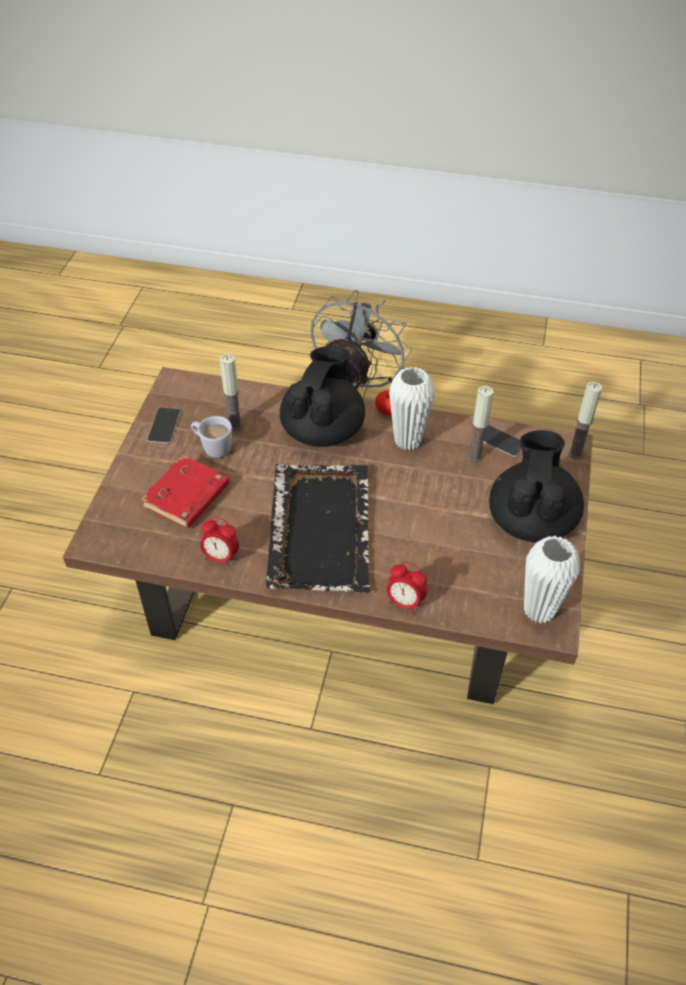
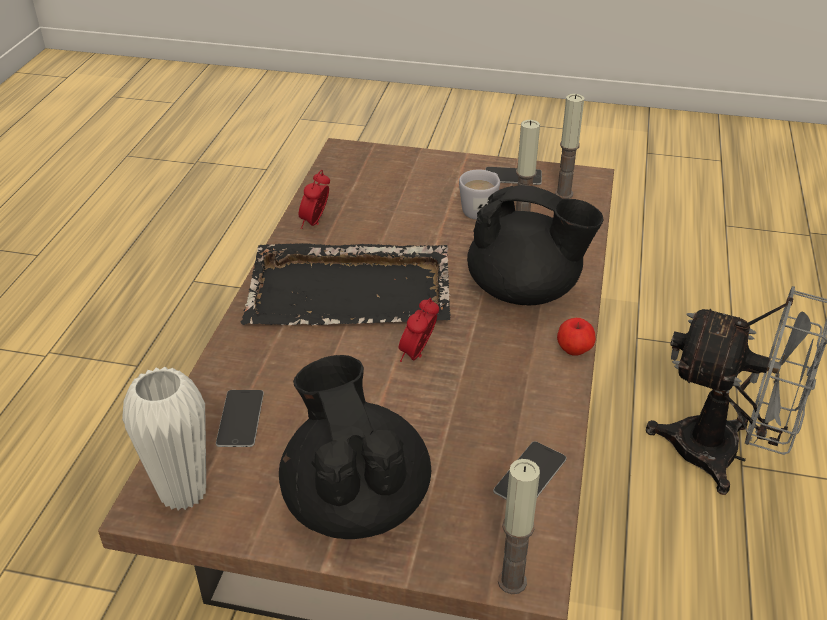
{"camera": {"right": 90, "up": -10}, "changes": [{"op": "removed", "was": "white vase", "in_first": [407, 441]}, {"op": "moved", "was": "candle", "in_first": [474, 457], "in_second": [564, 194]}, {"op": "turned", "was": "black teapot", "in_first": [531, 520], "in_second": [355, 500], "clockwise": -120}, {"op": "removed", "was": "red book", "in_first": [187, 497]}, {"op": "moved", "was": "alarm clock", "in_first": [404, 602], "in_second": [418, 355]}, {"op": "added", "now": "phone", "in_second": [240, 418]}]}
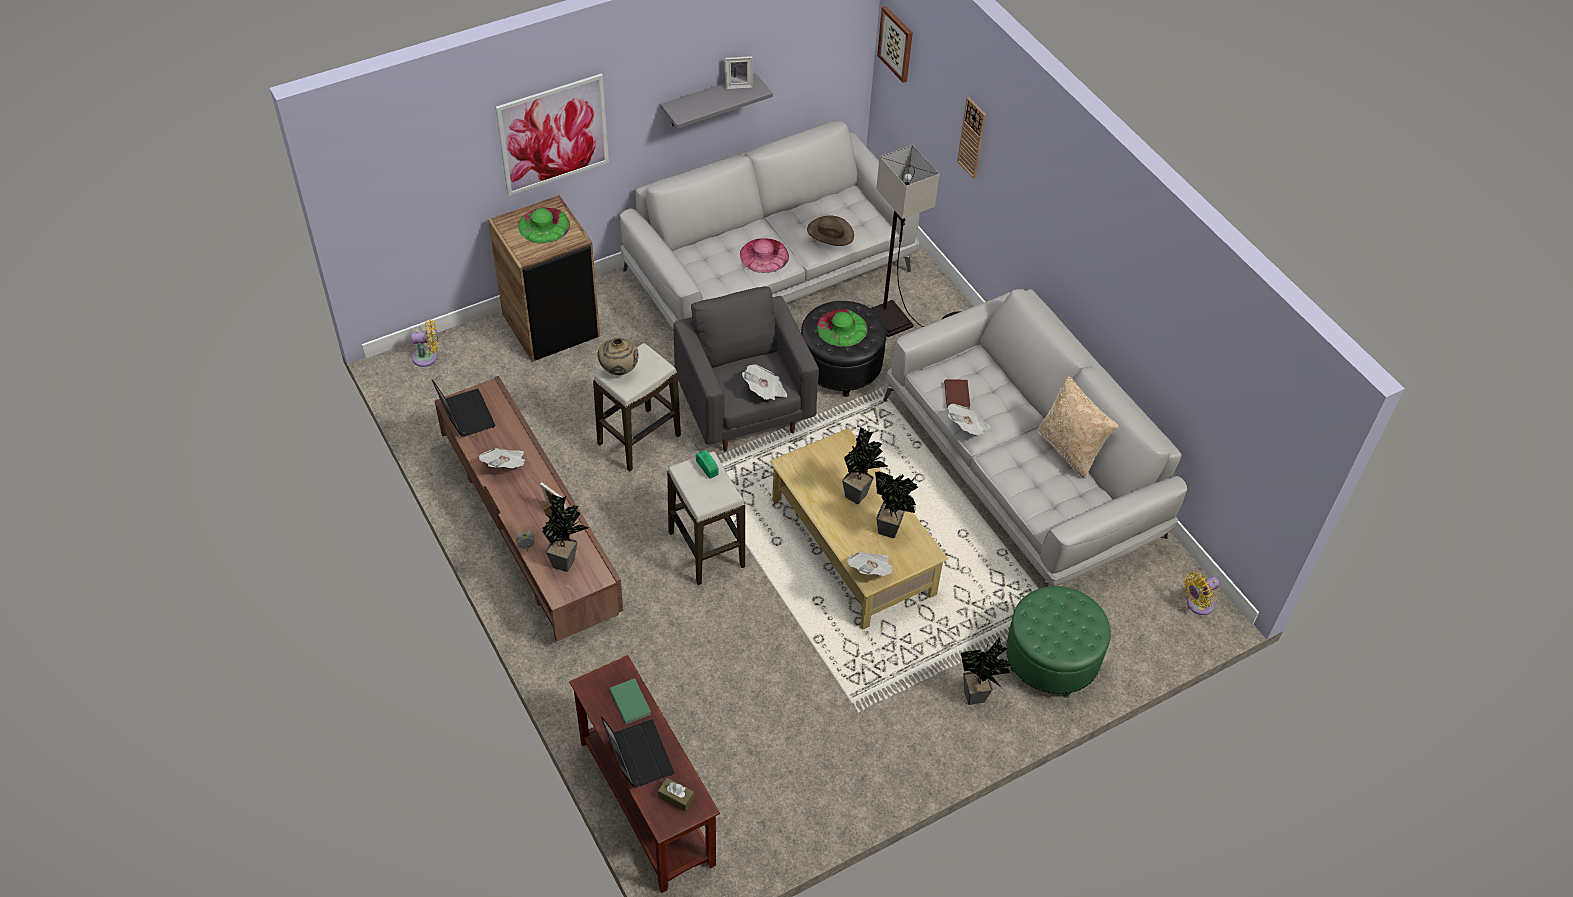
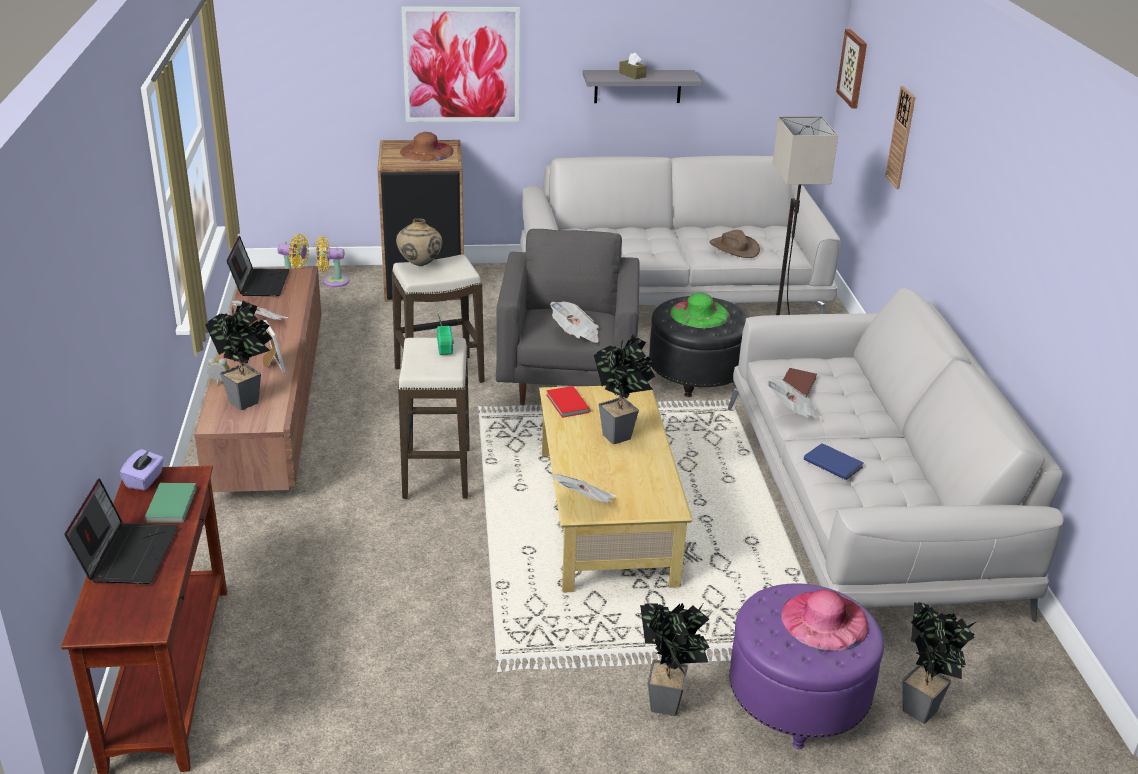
{"camera": {"right": 25, "up": -20}, "changes": [{"op": "removed", "was": "picture frame", "in_first": [738, 84]}, {"op": "recoloured", "was": "green hat", "now": "brown hat", "in_first": [543, 225], "in_second": [426, 151]}, {"op": "moved", "was": "pink hat", "in_first": [764, 255], "in_second": [824, 620]}, {"op": "removed", "was": "beige pillow", "in_first": [1069, 451]}, {"op": "moved", "was": "potted plant", "in_first": [891, 532], "in_second": [922, 715]}, {"op": "moved", "was": "yellow fan", "in_first": [1197, 604], "in_second": [333, 281]}, {"op": "recoloured", "was": "green ottoman", "now": "purple ottoman", "in_first": [1051, 660], "in_second": [797, 700]}, {"op": "moved", "was": "brown tissue box", "in_first": [676, 797], "in_second": [632, 75]}, {"op": "added", "now": "red book", "in_second": [567, 404]}, {"op": "added", "now": "blue book", "in_second": [833, 463]}, {"op": "added", "now": "purple tissue box", "in_second": [145, 480]}]}
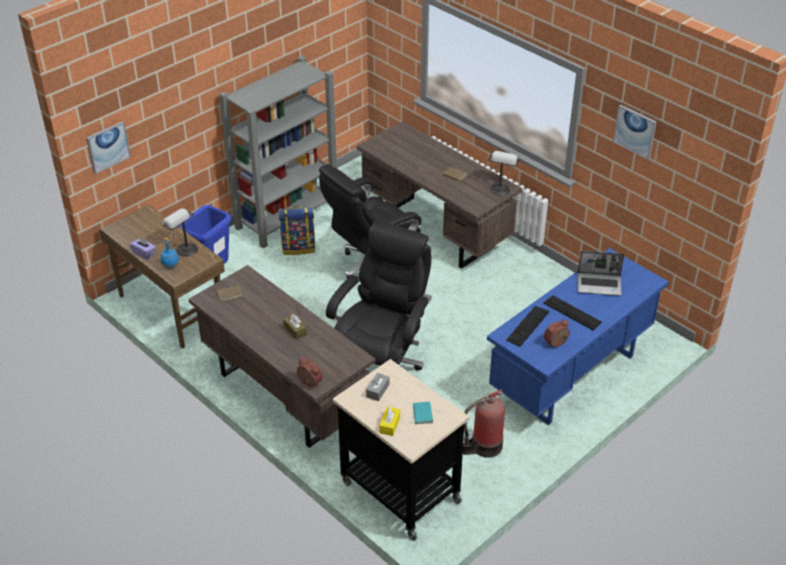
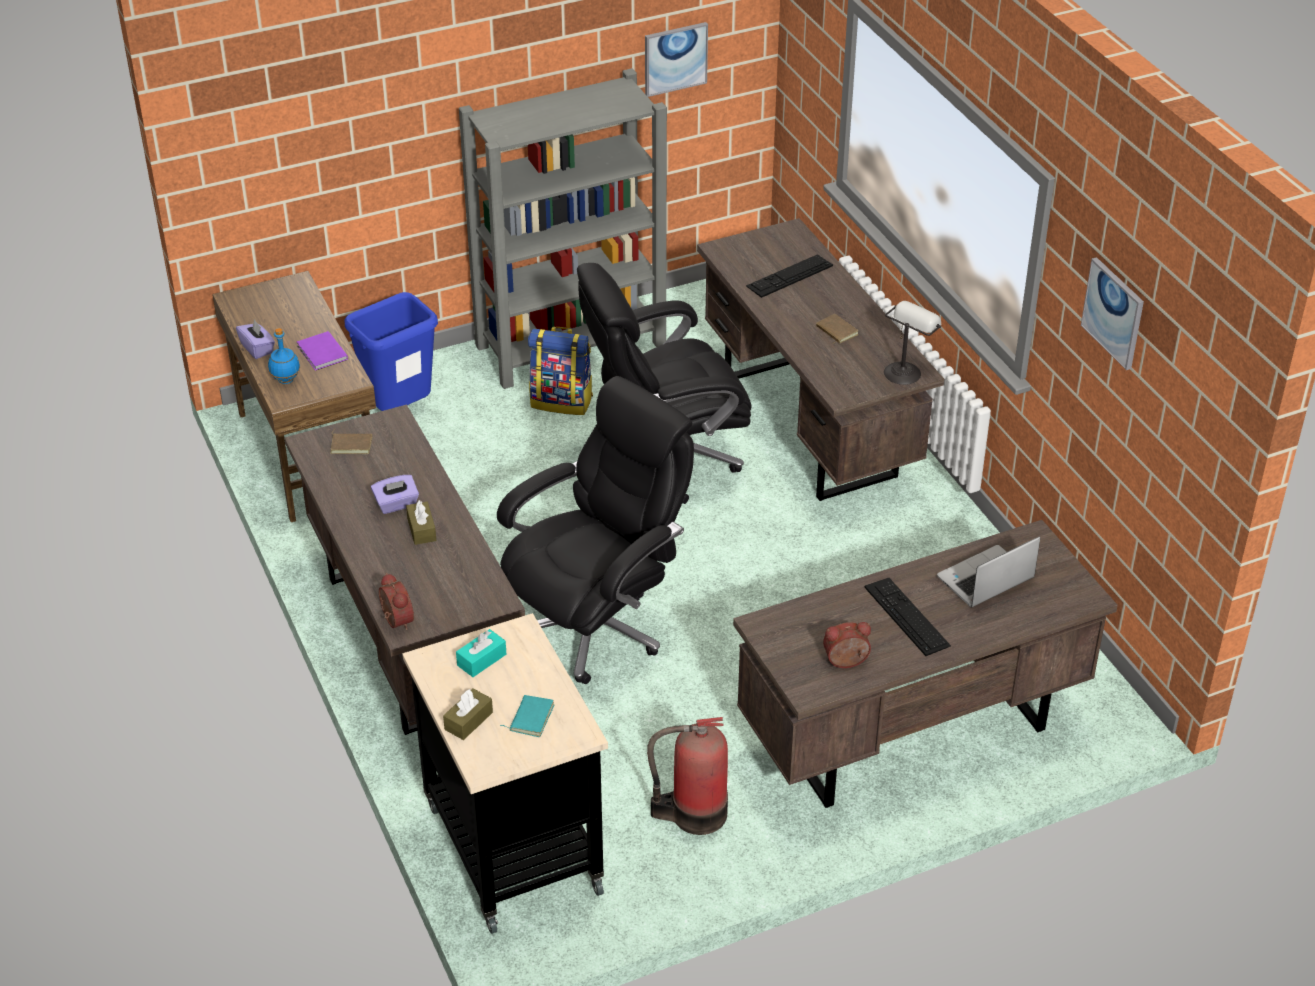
{"camera": {"right": 20, "up": 0}, "changes": [{"op": "moved", "was": "picture", "in_first": [108, 147], "in_second": [675, 58]}, {"op": "replaced", "was": "table lamp", "now": "purple book", "in_first": [183, 248], "in_second": [322, 354]}, {"op": "recoloured", "was": "blue desk", "now": "brown desk", "in_first": [570, 376], "in_second": [911, 735]}, {"op": "turned", "was": "laptop", "in_first": [599, 284], "in_second": [985, 580], "clockwise": 120}, {"op": "moved", "was": "keyboard", "in_first": [527, 326], "in_second": [789, 276]}, {"op": "recoloured", "was": "grey tissue box", "now": "turquoise tissue box", "in_first": [377, 390], "in_second": [481, 660]}, {"op": "recoloured", "was": "yellow tissue box", "now": "brown tissue box", "in_first": [389, 425], "in_second": [468, 721]}, {"op": "added", "now": "purple tissue box", "in_second": [396, 504]}]}
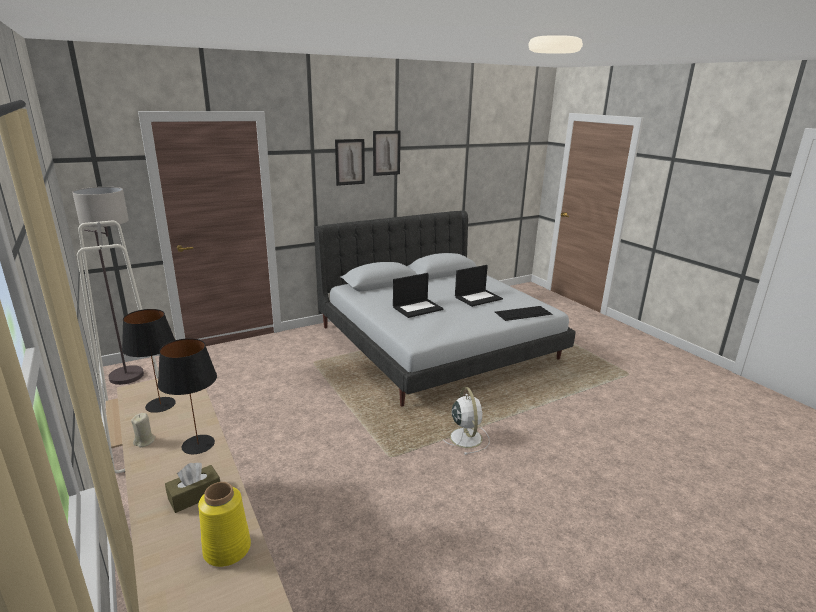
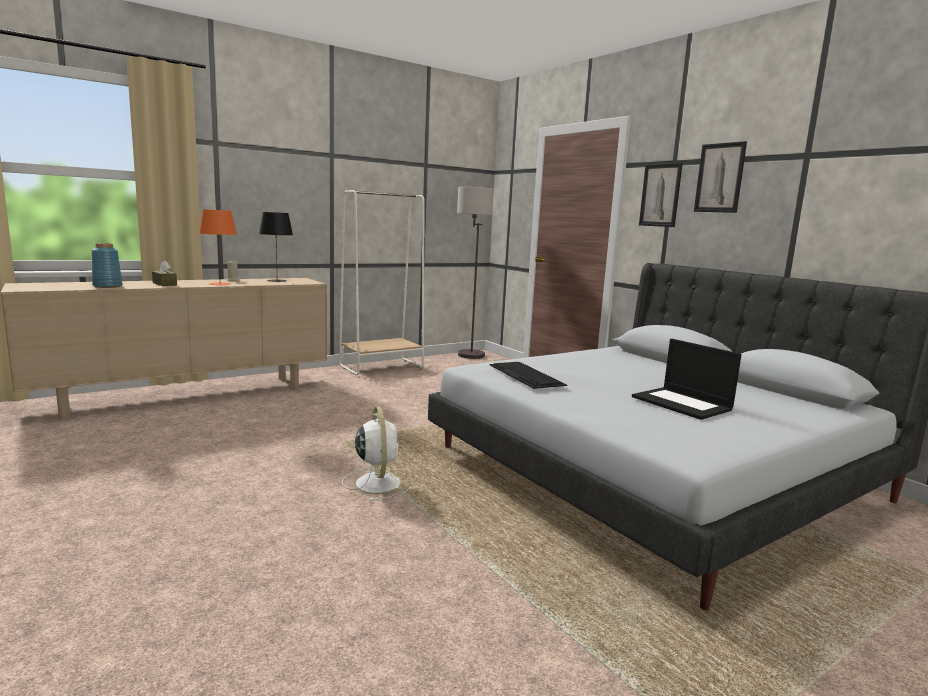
{"camera": {"right": 85, "up": -10}, "changes": [{"op": "moved", "was": "picture", "in_first": [386, 153], "in_second": [660, 195]}, {"op": "removed", "was": "laptop", "in_first": [418, 308]}, {"op": "moved", "was": "keyboard", "in_first": [523, 313], "in_second": [527, 375]}, {"op": "recoloured", "was": "black table lamp", "now": "orange table lamp", "in_first": [197, 445], "in_second": [220, 284]}, {"op": "turned", "was": "white fan", "in_first": [465, 437], "in_second": [377, 482], "clockwise": -90}, {"op": "recoloured", "was": "yellow vase", "now": "blue vase", "in_first": [228, 549], "in_second": [107, 286]}]}
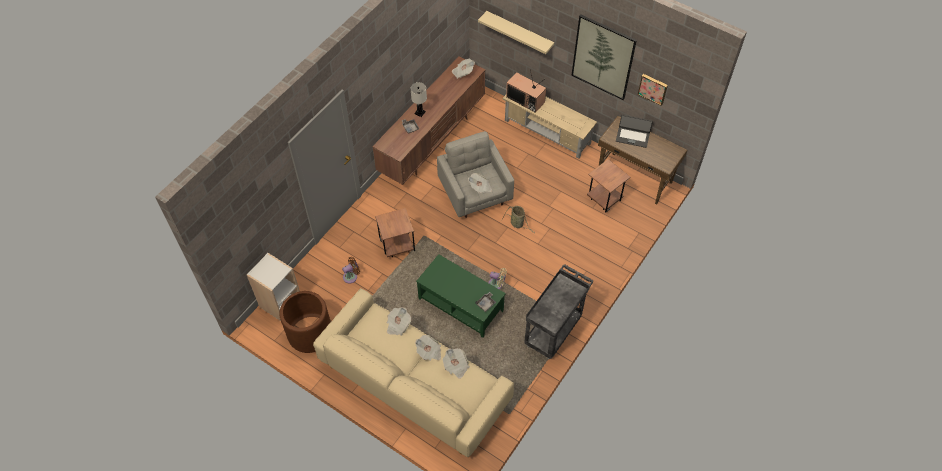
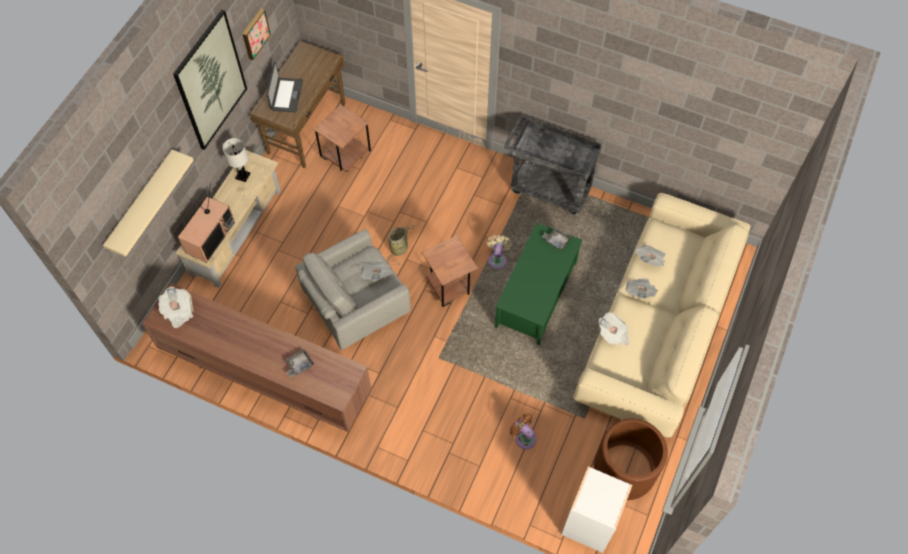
{"camera": {"right": -100, "up": 5}, "changes": [{"op": "moved", "was": "white table lamp", "in_first": [420, 113], "in_second": [243, 176]}, {"op": "moved", "was": "brown side table", "in_first": [397, 246], "in_second": [449, 287]}]}
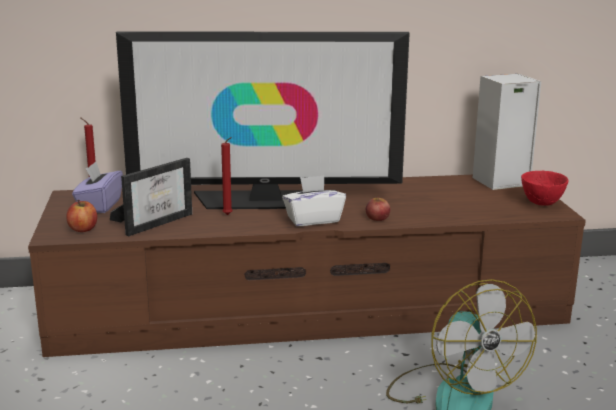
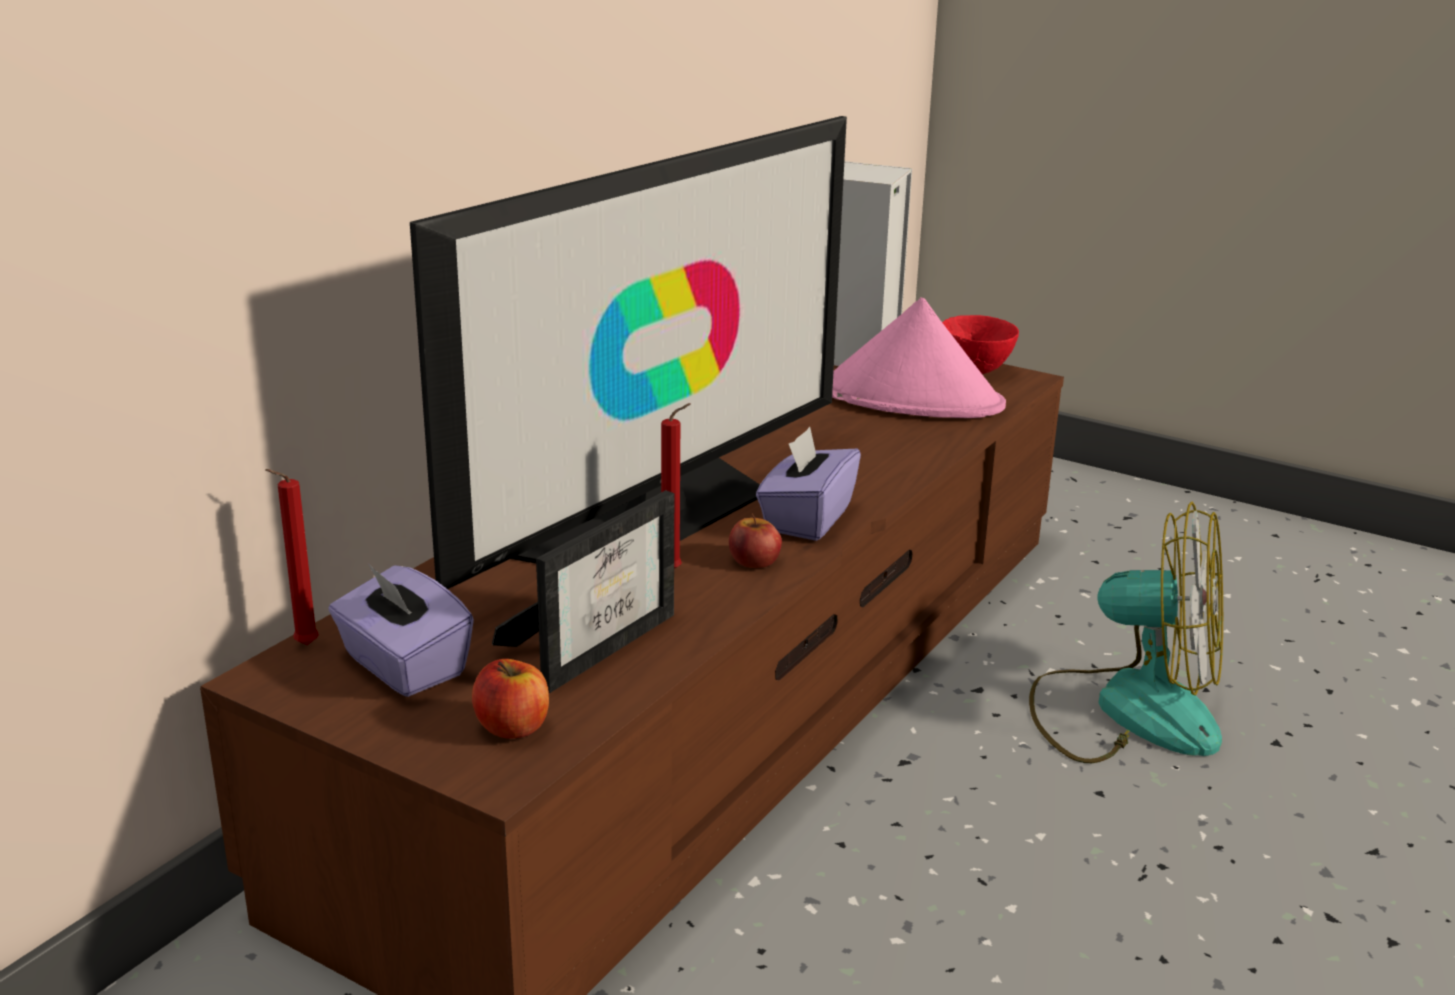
{"camera": {"right": -50, "up": 5}, "changes": [{"op": "turned", "was": "picture frame", "in_first": [156, 222], "in_second": [598, 643], "clockwise": 45}, {"op": "recoloured", "was": "white tissue box", "now": "purple tissue box", "in_first": [313, 220], "in_second": [806, 519]}, {"op": "moved", "was": "apple", "in_first": [377, 217], "in_second": [754, 560]}, {"op": "added", "now": "pink hat", "in_second": [911, 398]}]}
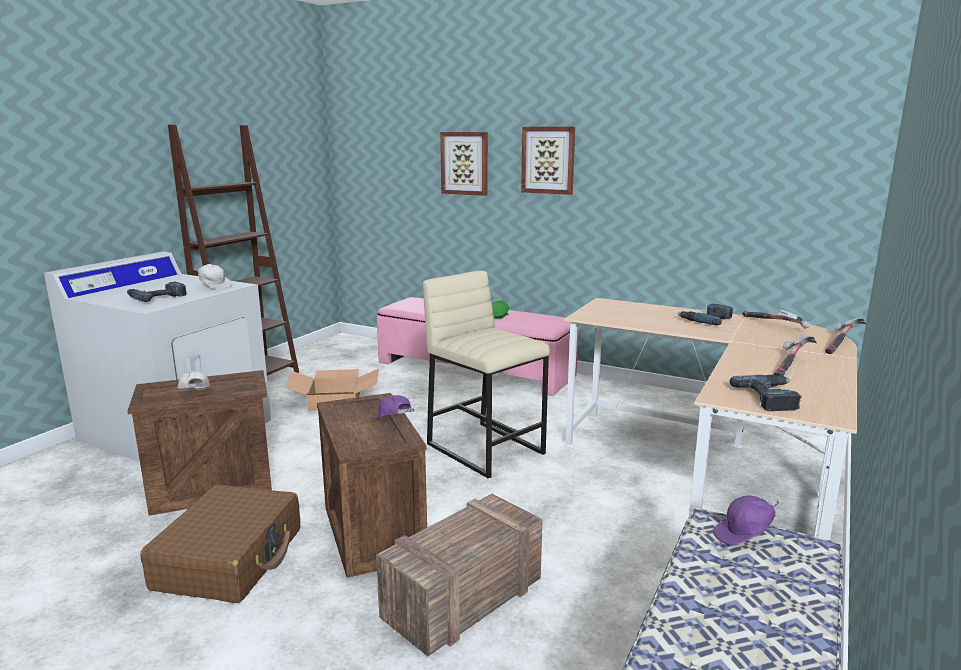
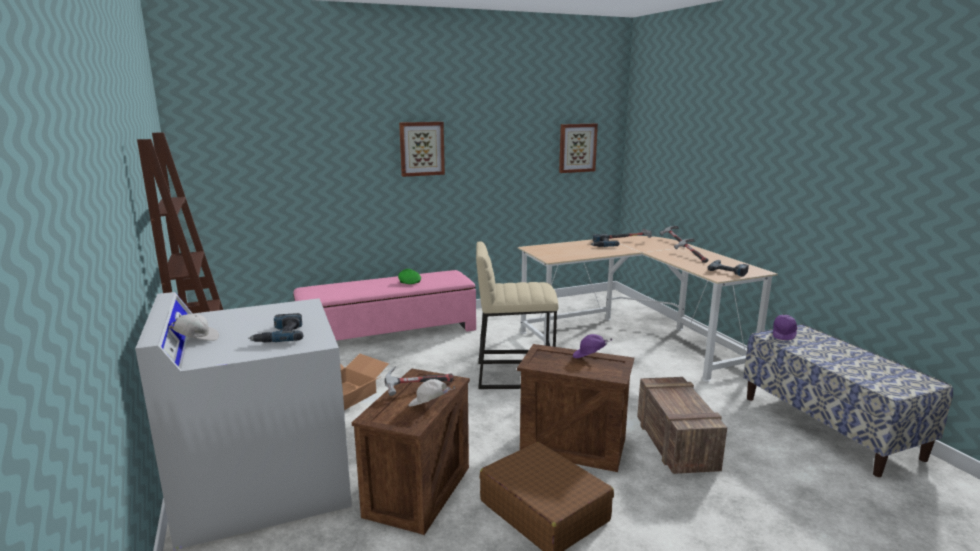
{"camera": {"right": -50, "up": 0}, "changes": [{"op": "moved", "was": "picture", "in_first": [465, 163], "in_second": [577, 148]}, {"op": "moved", "was": "white cap", "in_first": [214, 286], "in_second": [196, 339]}, {"op": "added", "now": "hammer", "in_second": [417, 388]}]}
